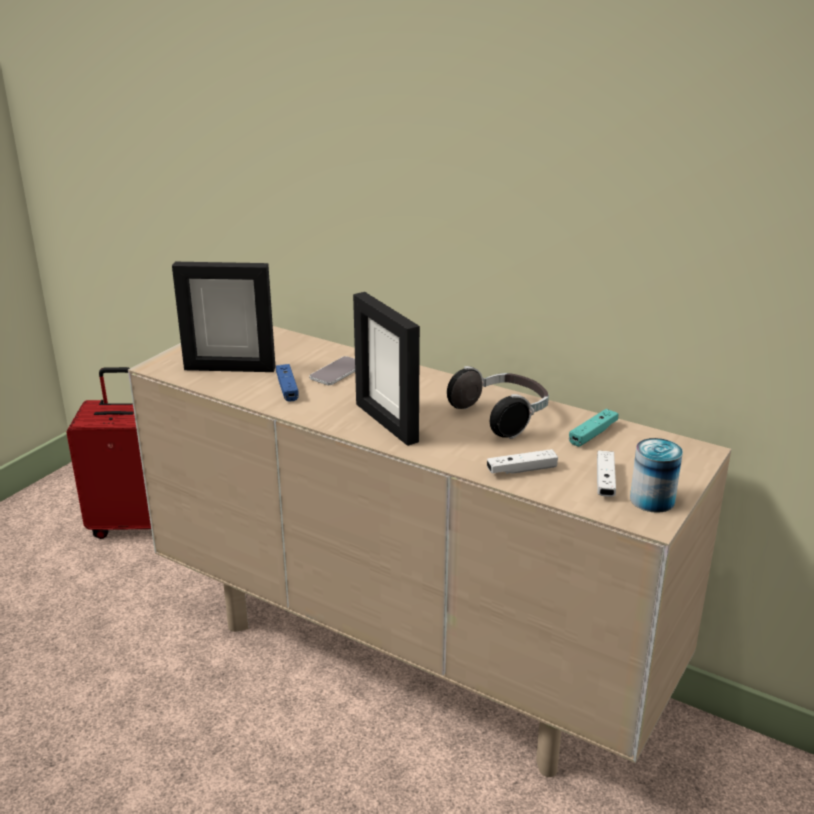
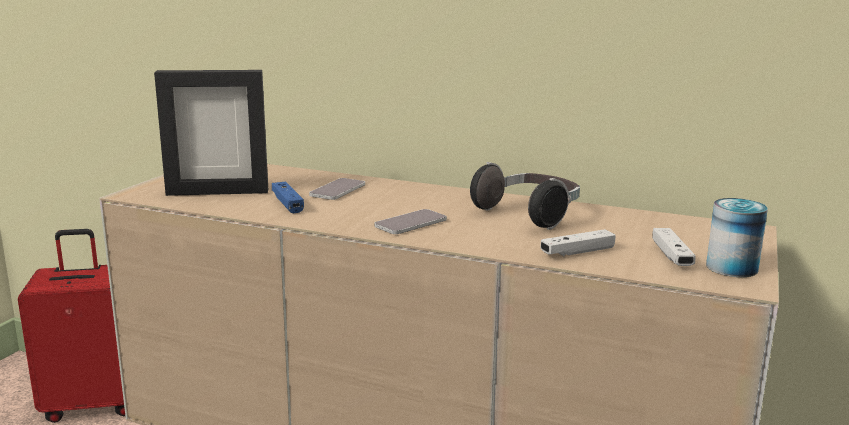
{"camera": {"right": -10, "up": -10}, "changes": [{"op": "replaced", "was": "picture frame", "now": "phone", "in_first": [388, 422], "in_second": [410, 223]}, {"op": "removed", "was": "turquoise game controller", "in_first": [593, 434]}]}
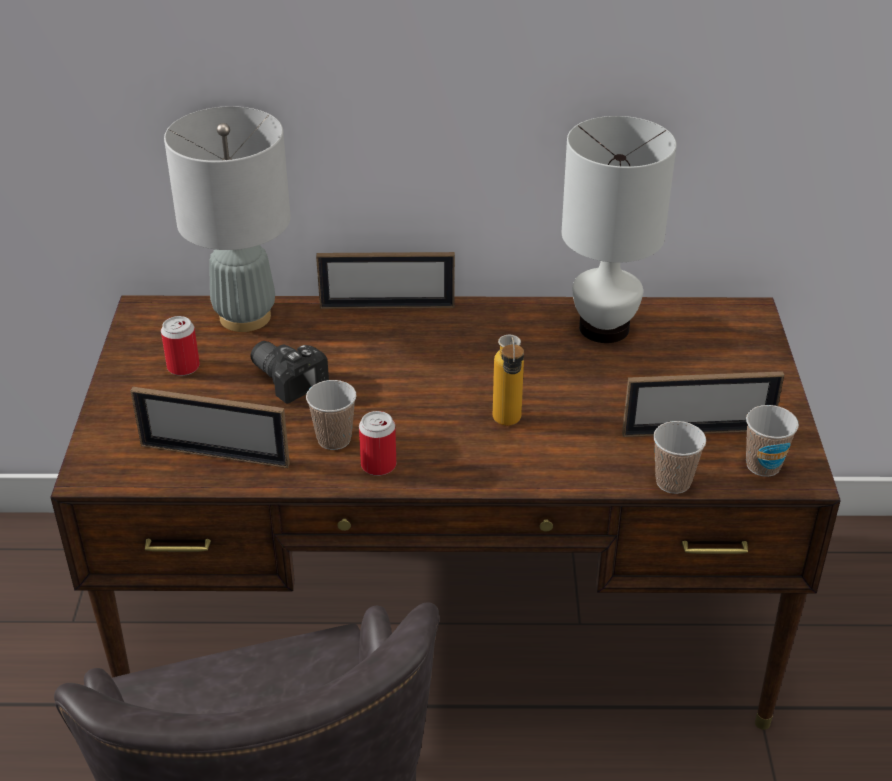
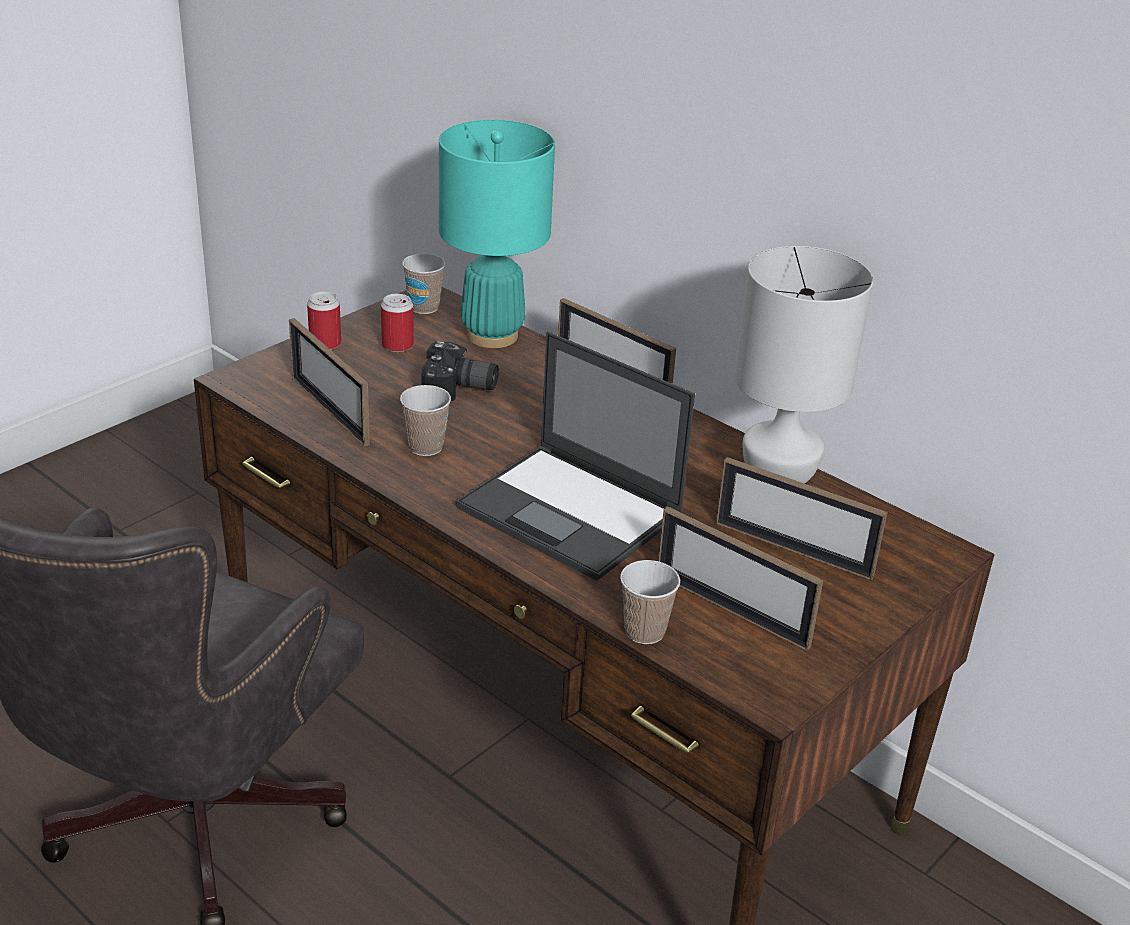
{"camera": {"right": 40, "up": -5}, "changes": [{"op": "recoloured", "was": "grey table lamp", "now": "turquoise table lamp", "in_first": [245, 317], "in_second": [492, 335]}, {"op": "replaced", "was": "bottle", "now": "laptop", "in_first": [508, 425], "in_second": [572, 512]}, {"op": "turned", "was": "photo camera", "in_first": [289, 377], "in_second": [459, 390], "clockwise": 105}, {"op": "moved", "was": "cup", "in_first": [763, 465], "in_second": [424, 307]}, {"op": "moved", "was": "can", "in_first": [378, 465], "in_second": [325, 344]}, {"op": "added", "now": "picture frame", "in_second": [793, 549]}]}
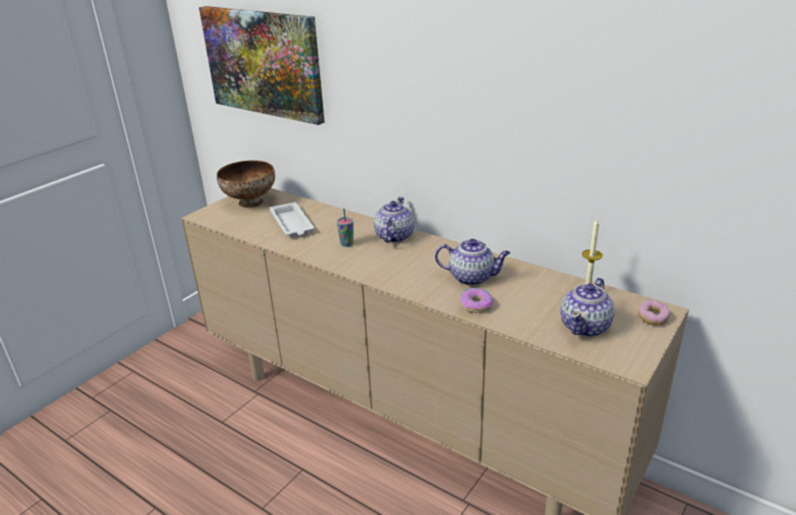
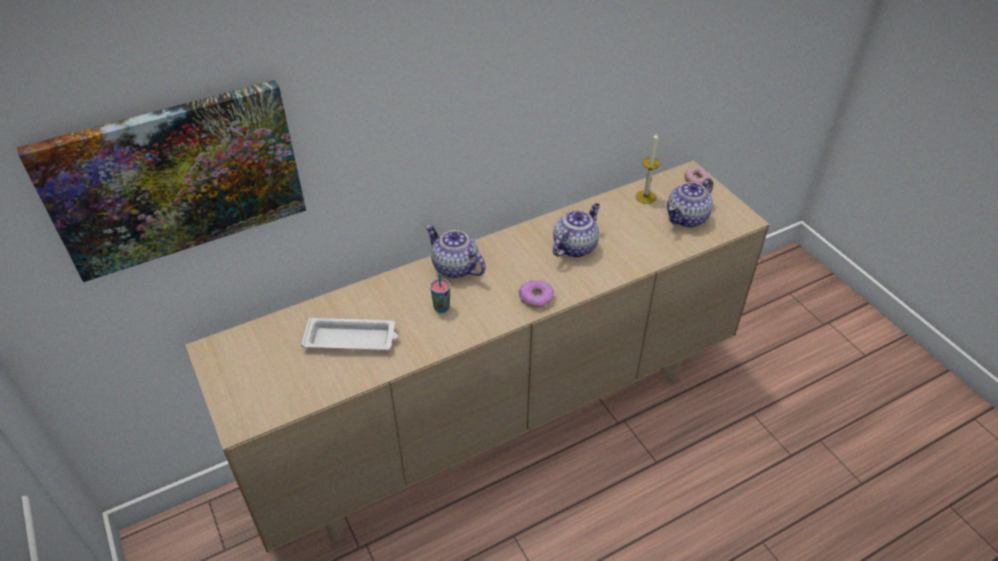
{"camera": {"right": -65, "up": 15}, "changes": [{"op": "removed", "was": "bowl", "in_first": [250, 202]}, {"op": "turned", "was": "teapot", "in_first": [585, 326], "in_second": [687, 218], "clockwise": 75}, {"op": "moved", "was": "donut", "in_first": [476, 305], "in_second": [536, 297]}]}
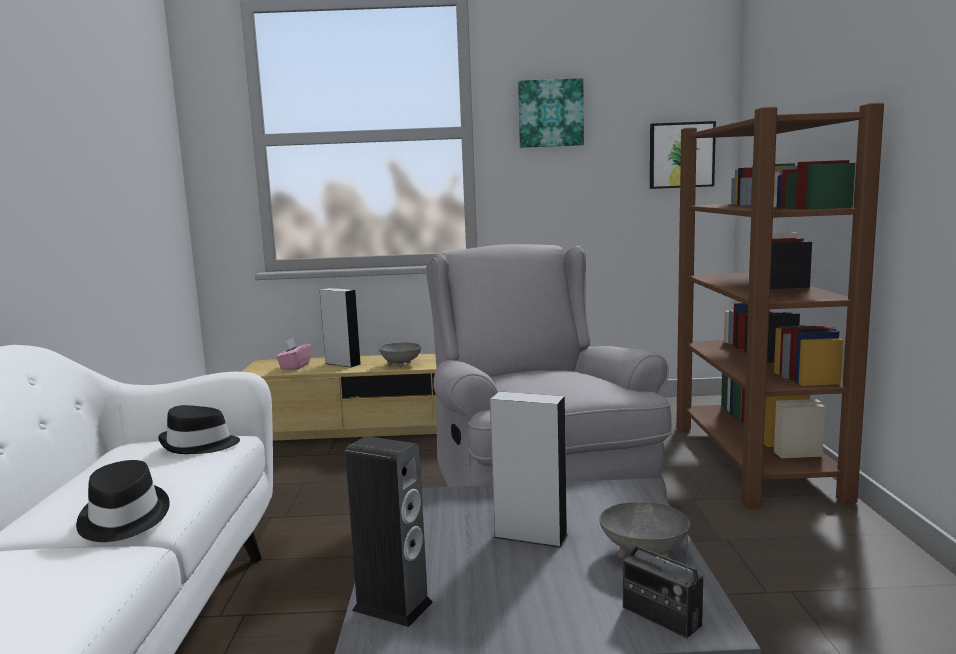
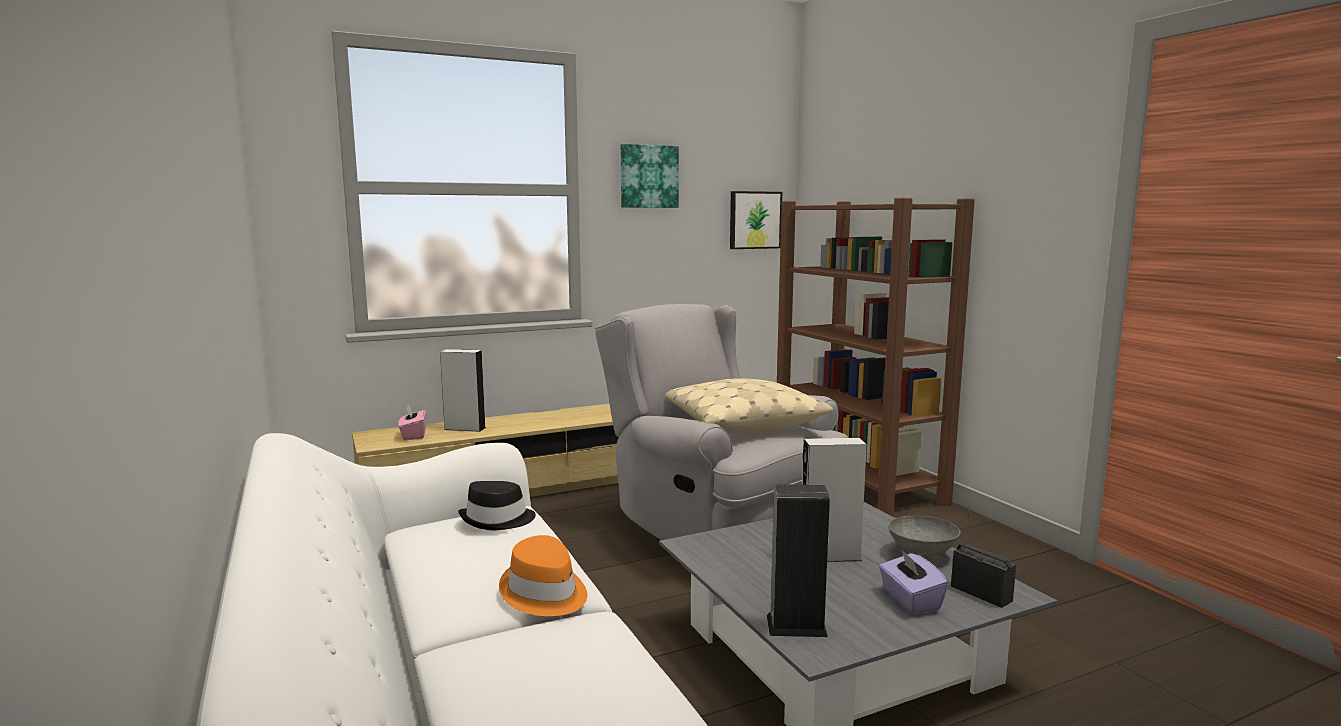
{"camera": {"right": -25, "up": 0}, "changes": [{"op": "removed", "was": "grey bowl", "in_first": [401, 365]}, {"op": "recoloured", "was": "black hat", "now": "orange hat", "in_first": [122, 518], "in_second": [544, 593]}, {"op": "turned", "was": "radio", "in_first": [661, 616], "in_second": [981, 593], "clockwise": -150}, {"op": "added", "now": "beige pillow", "in_second": [739, 422]}, {"op": "added", "now": "purple tissue box", "in_second": [910, 600]}]}
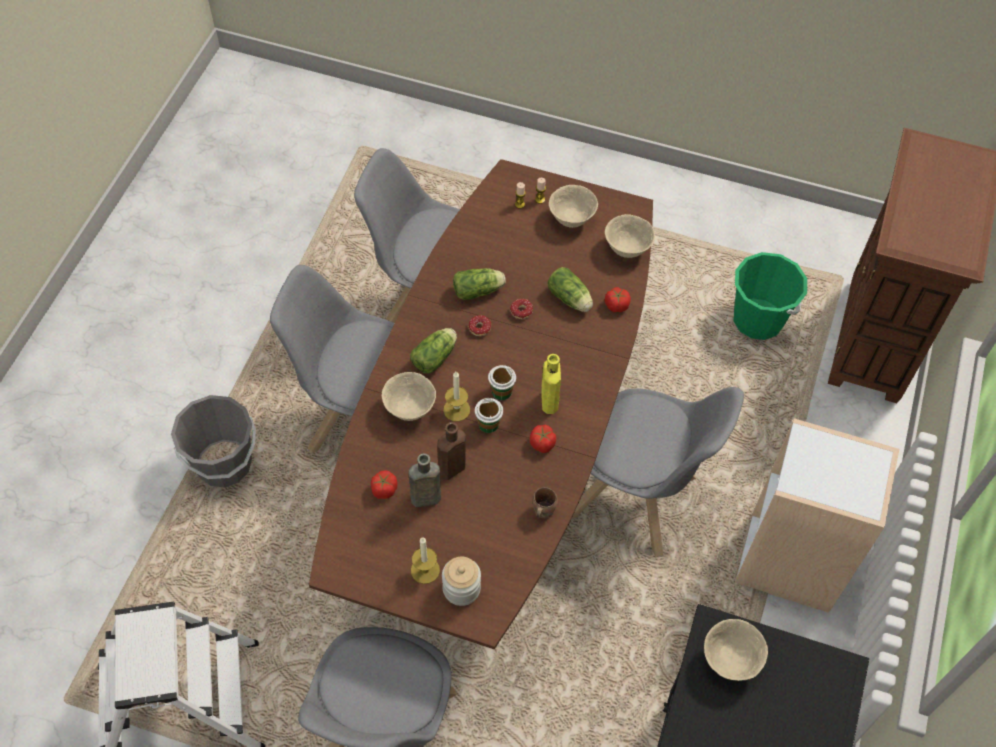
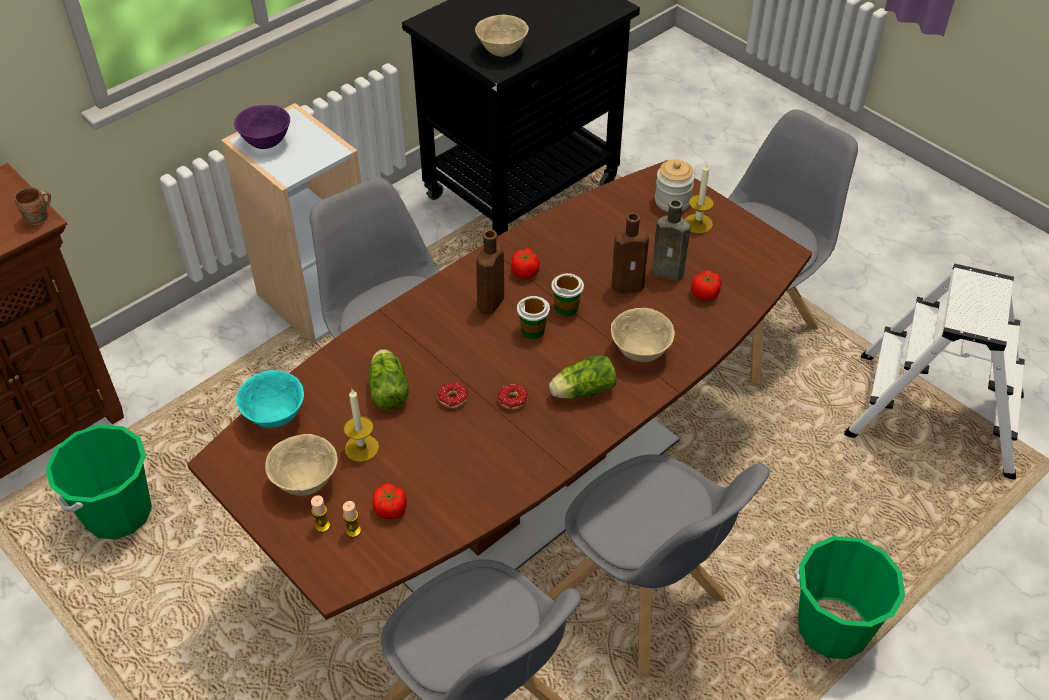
{"camera": {"right": -150, "up": -10}, "changes": [{"op": "recoloured", "was": "beige bowl", "now": "turquoise bowl", "in_first": [627, 248], "in_second": [275, 417]}, {"op": "removed", "was": "lettuce", "in_first": [479, 290]}, {"op": "moved", "was": "tomato", "in_first": [616, 305], "in_second": [391, 509]}, {"op": "recoloured", "was": "yellow bottle", "now": "brown bottle", "in_first": [549, 400], "in_second": [489, 304]}, {"op": "moved", "was": "candle", "in_first": [456, 409], "in_second": [361, 448]}, {"op": "recoloured", "was": "grey bucket", "now": "green bucket", "in_first": [224, 464], "in_second": [833, 627]}, {"op": "moved", "was": "brown mug", "in_first": [542, 511], "in_second": [39, 219]}, {"op": "added", "now": "purple bowl", "in_second": [266, 142]}]}
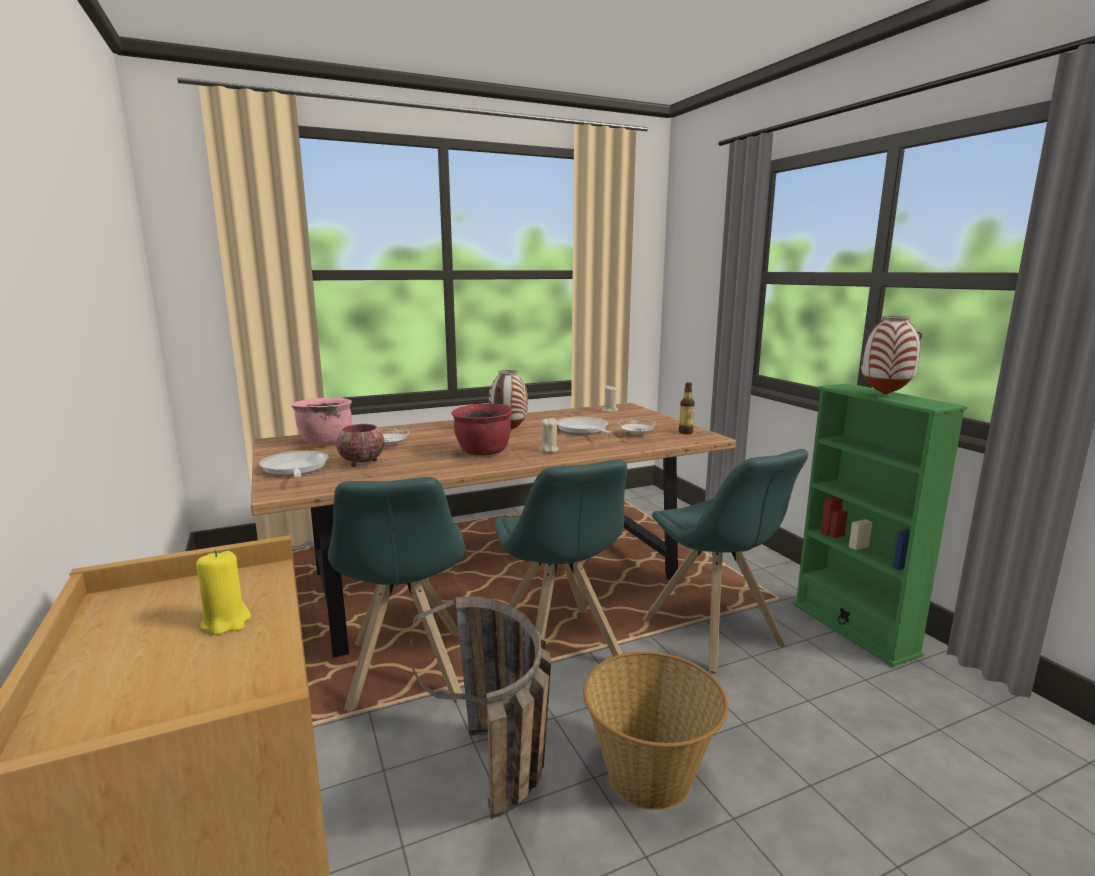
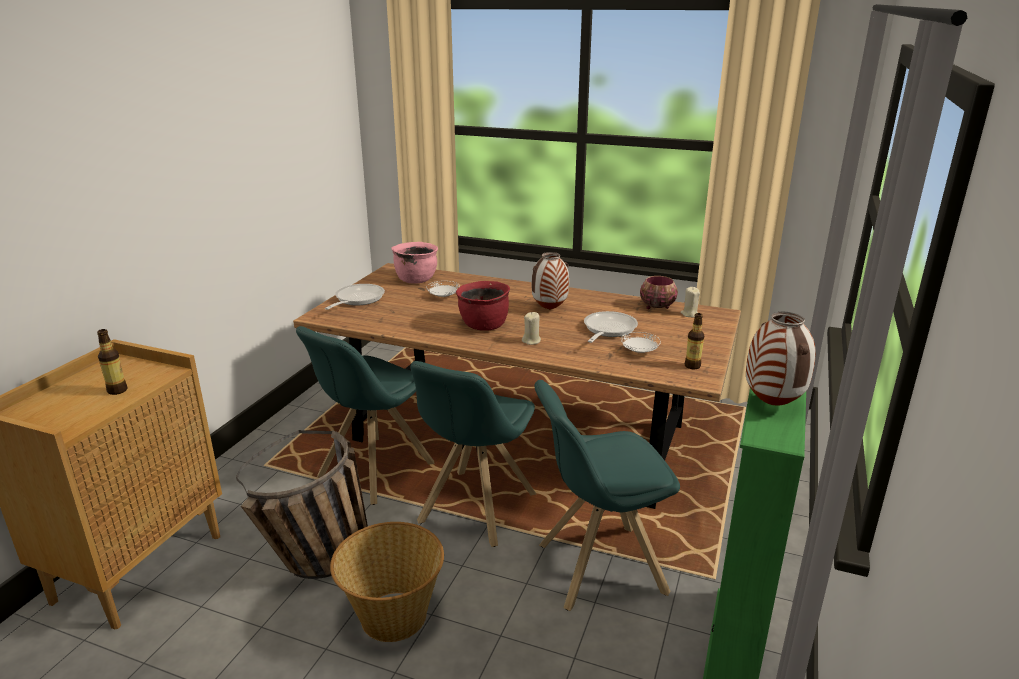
{"camera": {"right": 45, "up": 10}, "changes": [{"op": "moved", "was": "bowl", "in_first": [360, 462], "in_second": [656, 306]}, {"op": "turned", "was": "turquoise chair", "in_first": [713, 632], "in_second": [600, 567], "clockwise": 60}, {"op": "replaced", "was": "yellow candle", "now": "bottle", "in_first": [226, 622], "in_second": [117, 390]}]}
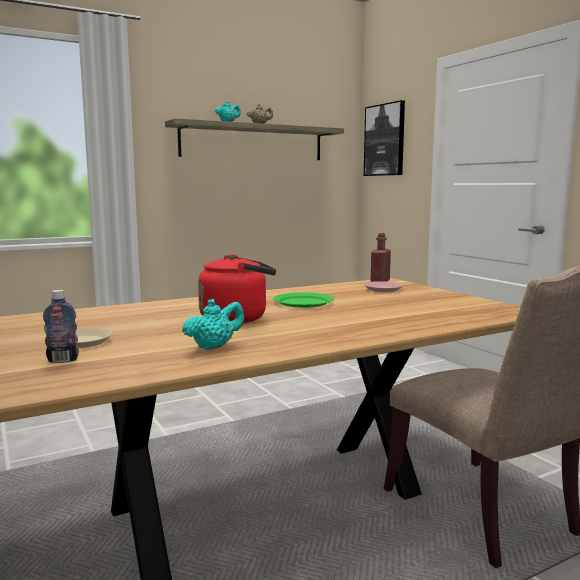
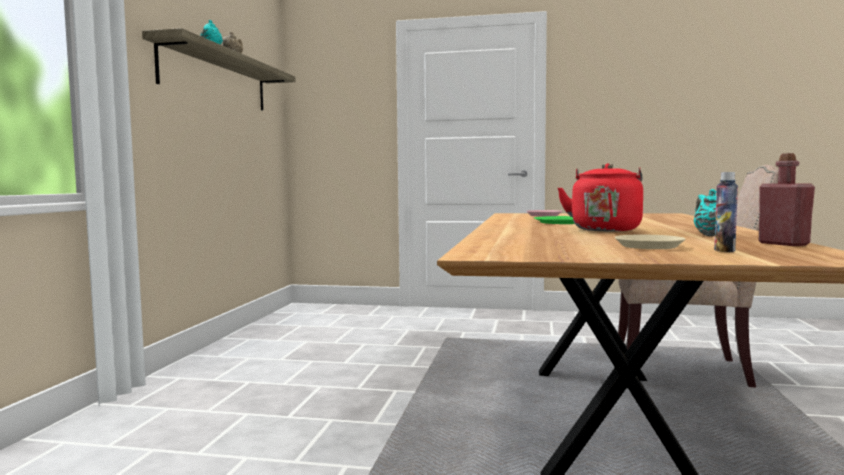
{"camera": {"right": -50, "up": -5}, "changes": [{"op": "removed", "was": "picture", "in_first": [385, 140]}, {"op": "moved", "was": "red bottle", "in_first": [380, 282], "in_second": [783, 244]}]}
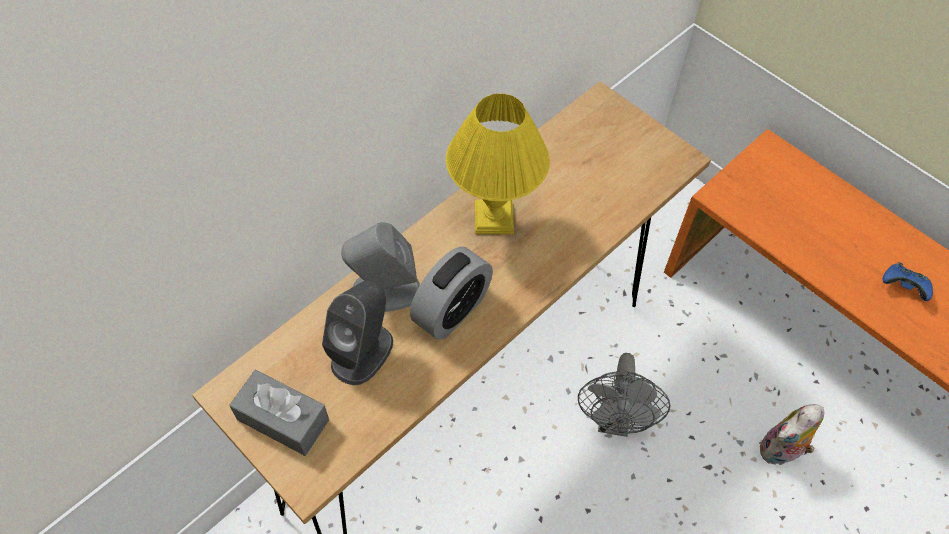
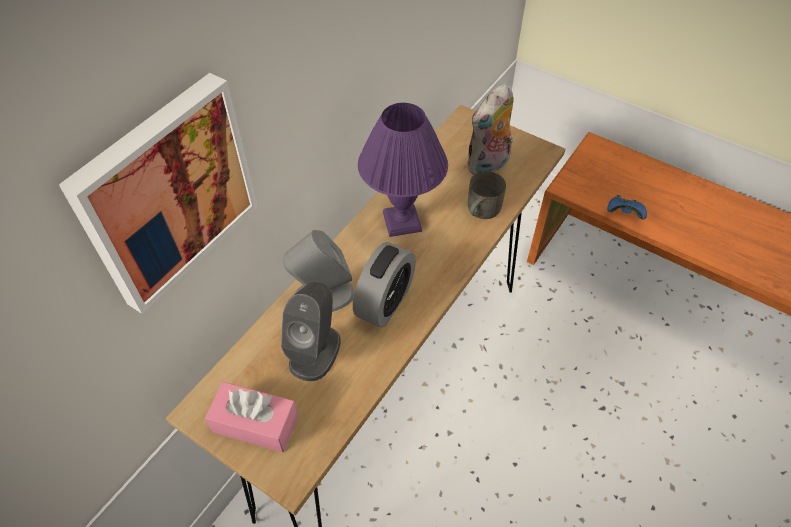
{"camera": {"right": -10, "up": -5}, "changes": [{"op": "recoloured", "was": "yellow table lamp", "now": "purple table lamp", "in_first": [494, 219], "in_second": [403, 222]}, {"op": "moved", "was": "blue game controller", "in_first": [903, 287], "in_second": [624, 214]}, {"op": "removed", "was": "grey fan", "in_first": [614, 420]}, {"op": "recoloured", "was": "grey tissue box", "now": "pink tissue box", "in_first": [283, 419], "in_second": [255, 423]}, {"op": "moved", "was": "plush toy", "in_first": [781, 451], "in_second": [488, 166]}, {"op": "added", "now": "picture", "in_second": [166, 192]}, {"op": "added", "now": "grey mug", "in_second": [481, 210]}]}
